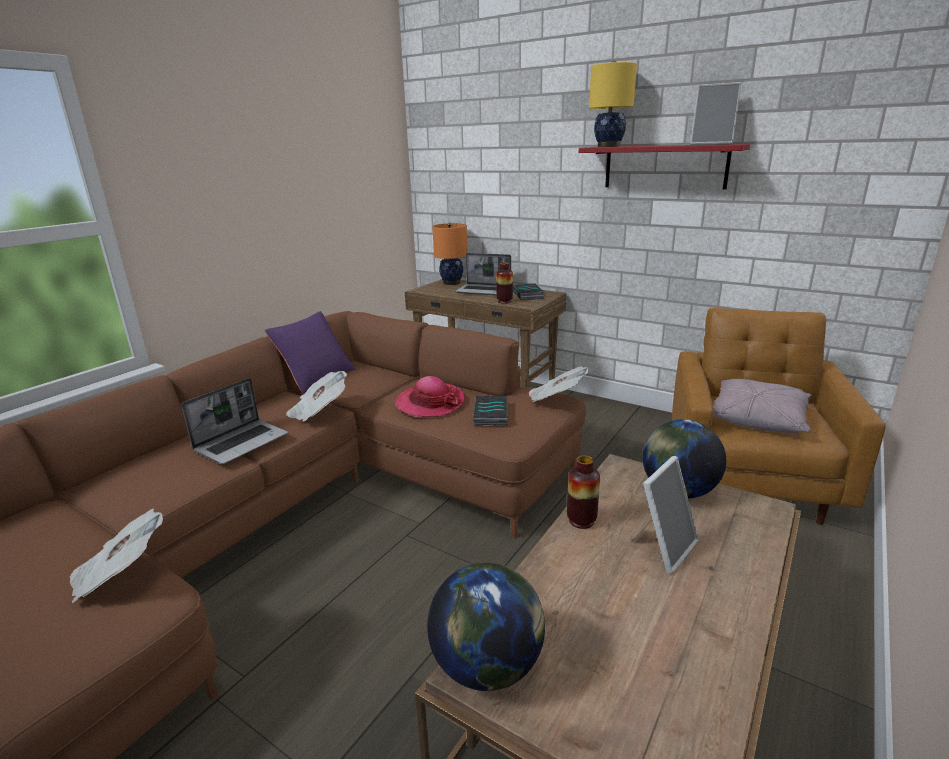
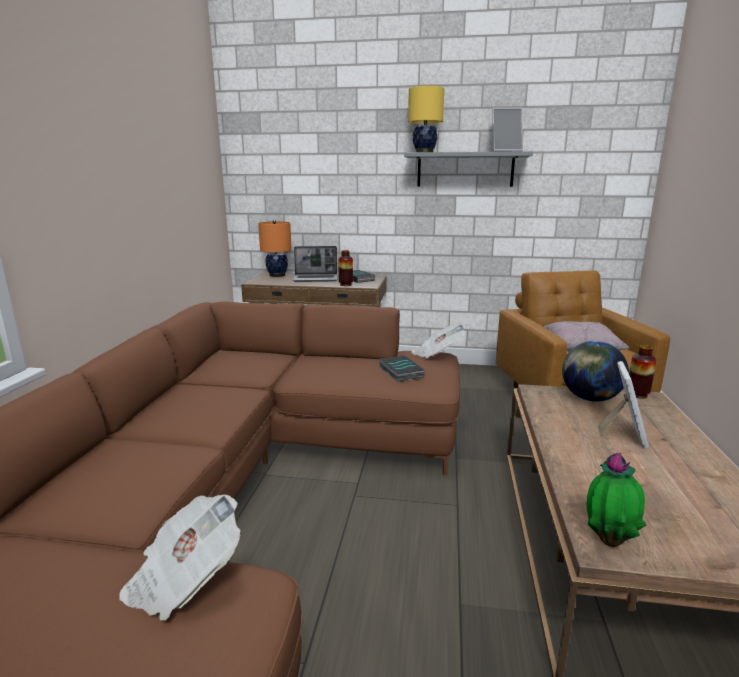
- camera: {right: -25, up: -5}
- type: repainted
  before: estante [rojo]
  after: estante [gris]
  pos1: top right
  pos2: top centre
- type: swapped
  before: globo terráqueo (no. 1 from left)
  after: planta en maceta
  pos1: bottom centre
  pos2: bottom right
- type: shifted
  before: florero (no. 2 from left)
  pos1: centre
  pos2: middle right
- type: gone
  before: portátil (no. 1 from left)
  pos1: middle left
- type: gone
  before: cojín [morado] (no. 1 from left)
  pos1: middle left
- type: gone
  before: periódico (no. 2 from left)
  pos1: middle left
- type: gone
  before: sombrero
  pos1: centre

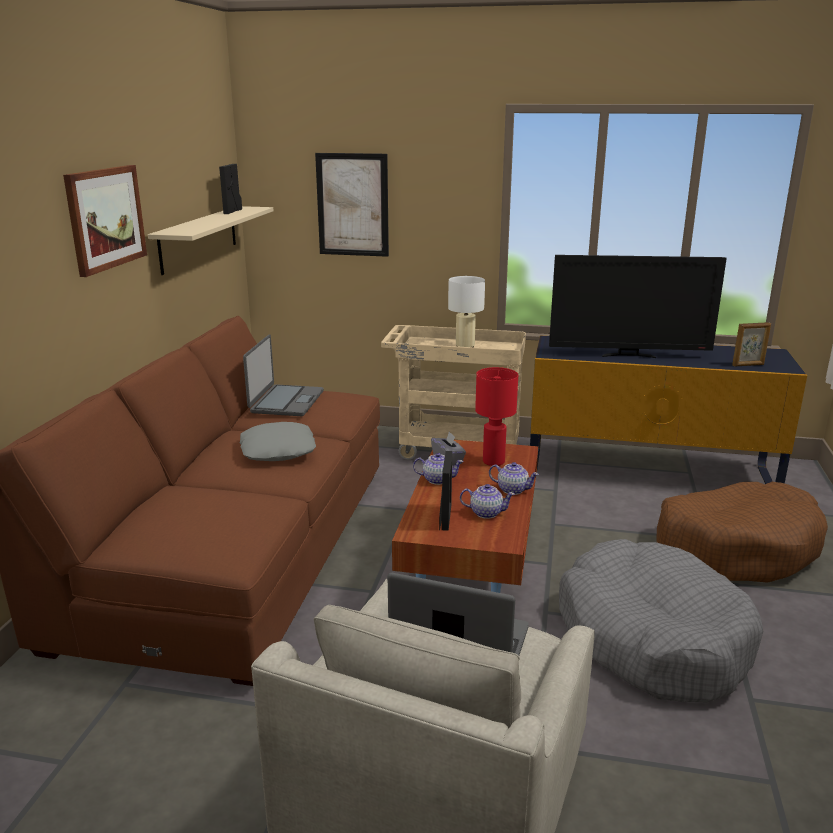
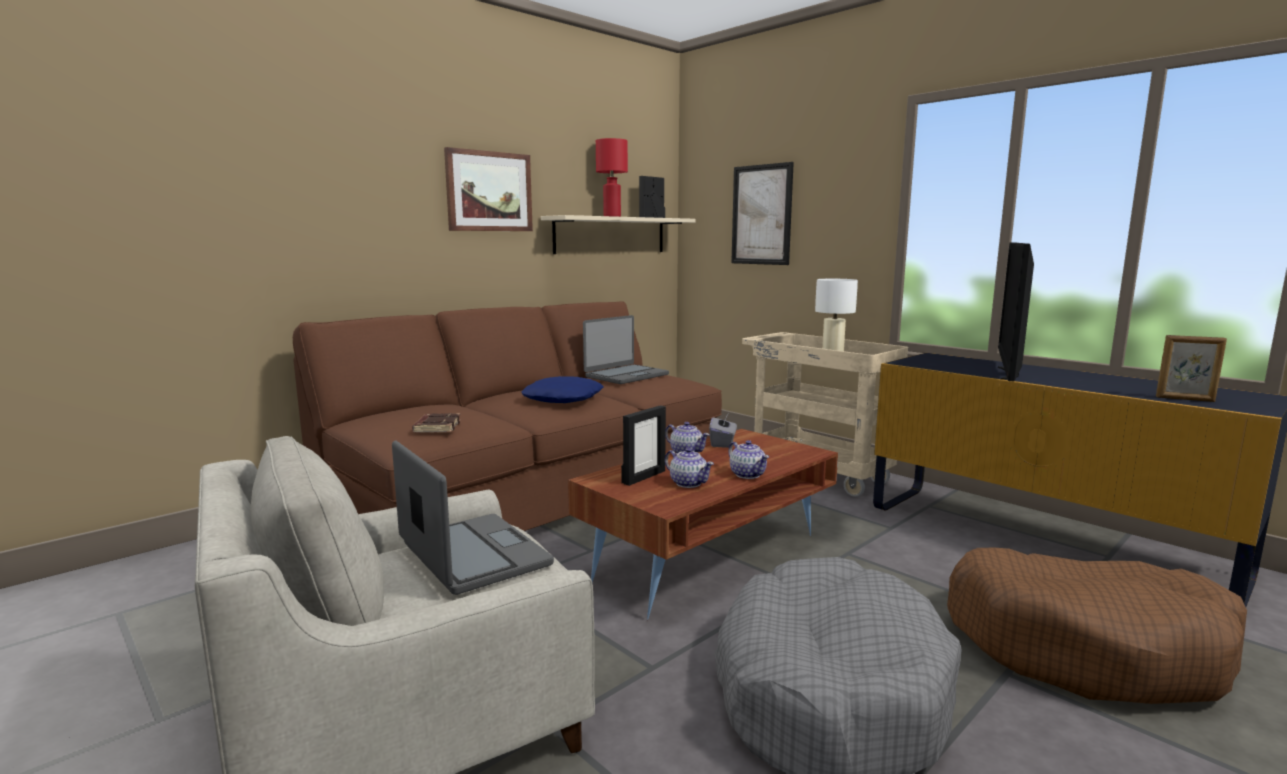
- camera: {right: 35, up: -10}
- type: new
  after: libro [marrón]
  pos2: centre
- type: repainted
  before: cojín [gris]
  after: cojín [azul]
  pos1: centre
  pos2: centre
- type: shifted
  before: lámpara de mesa [rojo]
  pos1: centre
  pos2: top centre
- type: rotated
  before: televisor
  pos1: middle right
  pos2: middle right
  turn: 75

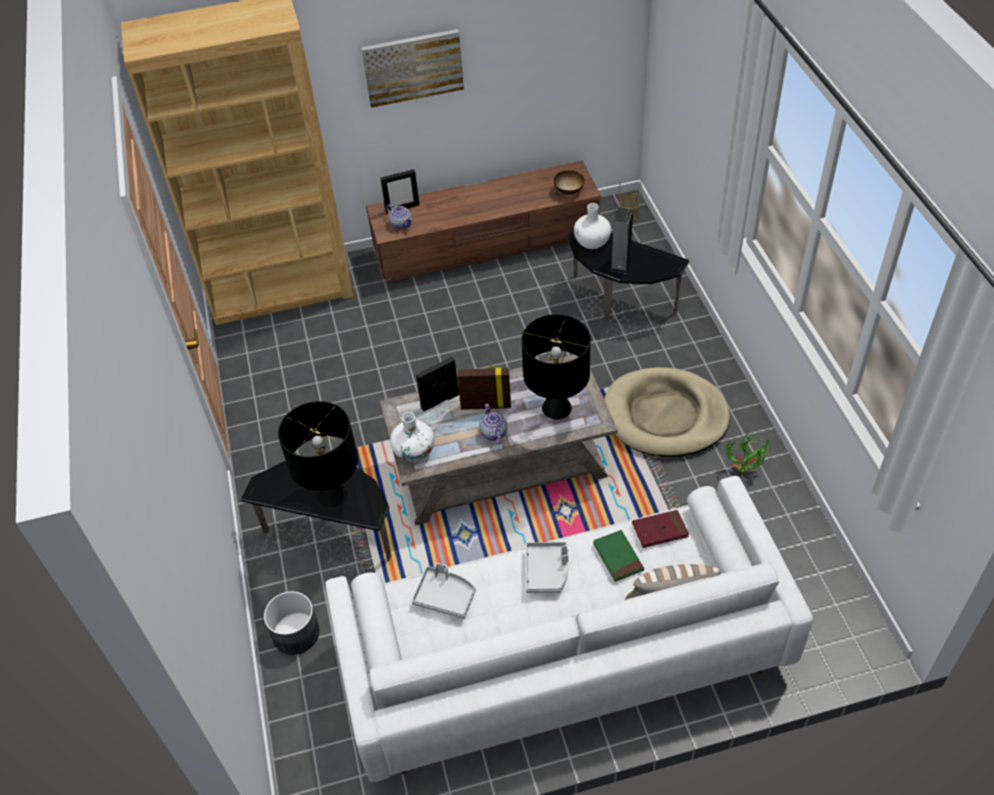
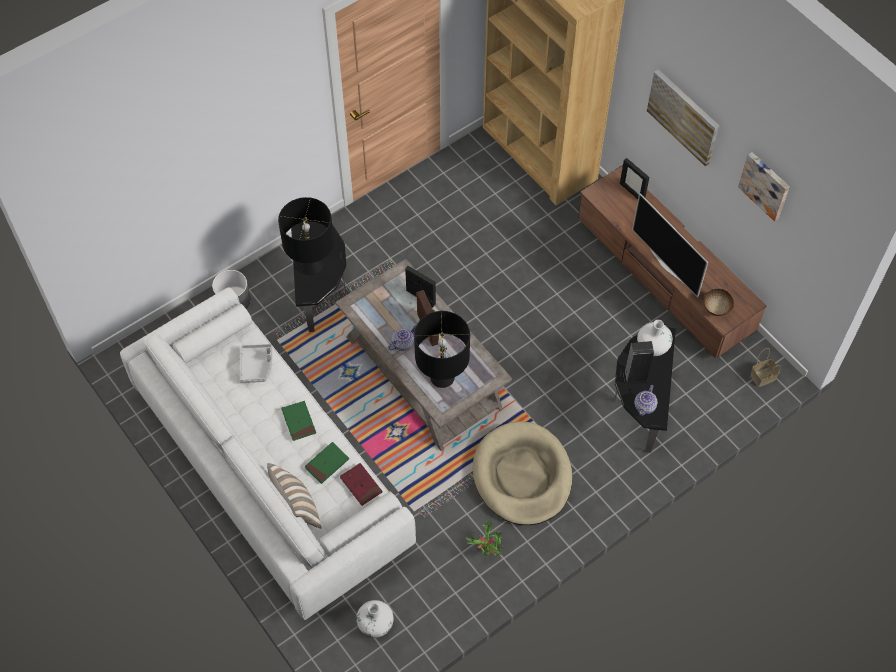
- camera: {right: 65, up: 10}
- type: swapped
  before: bandeja [gris] (no. 2 from left)
  after: libro [verde] (no. 1 from left)
  pos1: bottom centre
  pos2: middle left
- type: shifted
  before: florero [blanco] (no. 1 from left)
  pos1: centre
  pos2: bottom centre
- type: new
  after: televisor
  pos2: middle right
- type: shifted
  before: tetera (no. 1 from left in the first image)
  after: tetera (no. 2 from left)
  pos1: top centre
  pos2: middle right
- type: new
  after: cuadro (no. 2 from left)
  pos2: top right

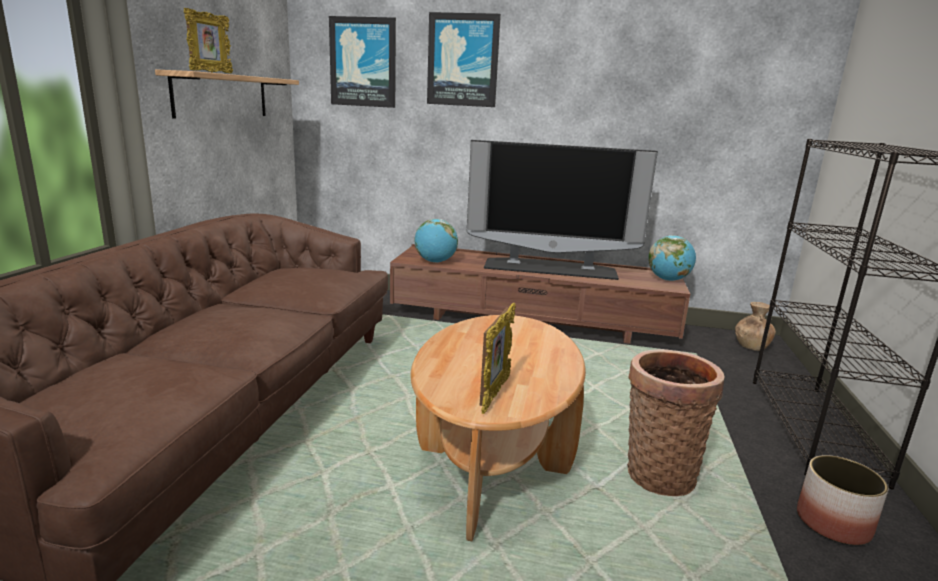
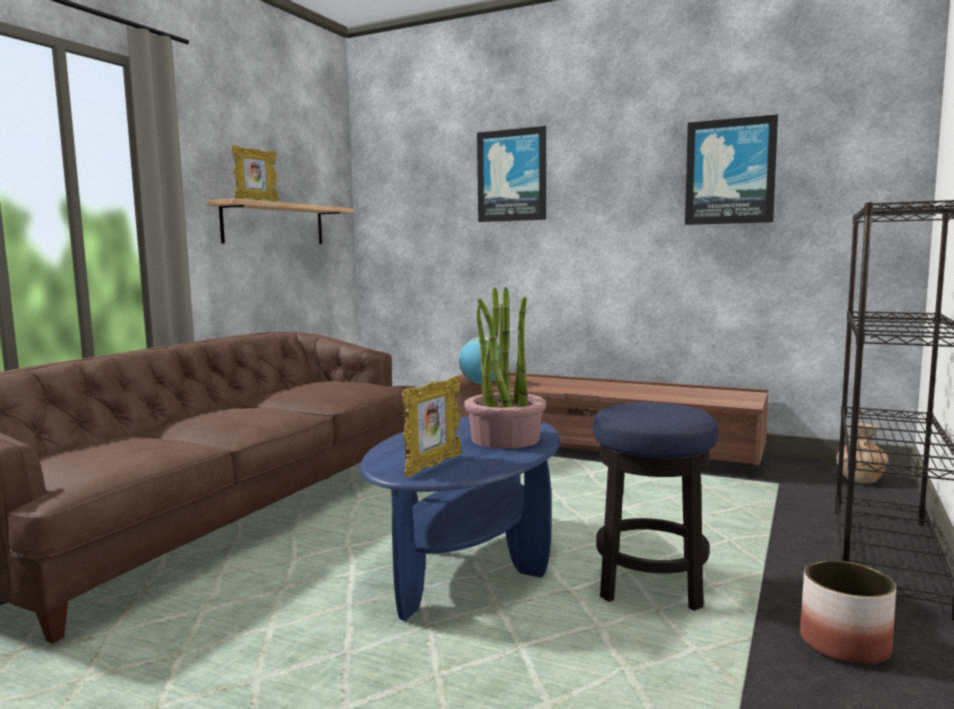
- camera: {right: 15, up: -10}
- type: repainted
  before: mesa de centro [marrón]
  after: mesa de centro [azul]
  pos1: bottom centre
  pos2: bottom centre
- type: new
  after: planta en maceta
  pos2: centre
- type: swapped
  before: cesta
  after: taburete
  pos1: bottom right
  pos2: bottom right
- type: shifted
  before: cuadro (no. 1 from left in the first image)
  after: cuadro (no. 2 from left)
  pos1: top centre
  pos2: top right
- type: gone
  before: televisor
  pos1: centre
- type: gone
  before: globo terráqueo (no. 2 from left)
  pos1: middle right

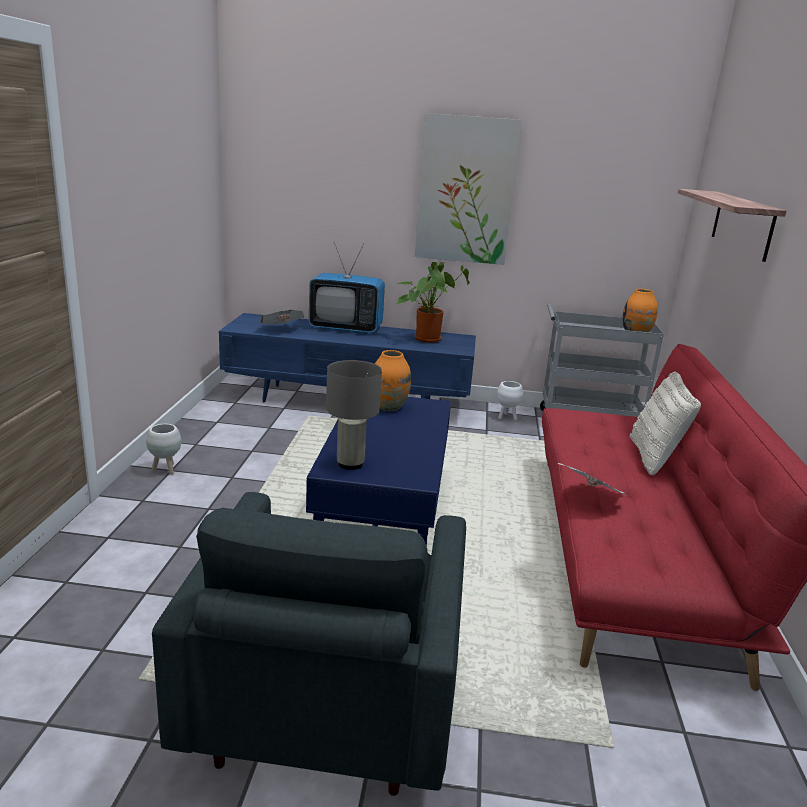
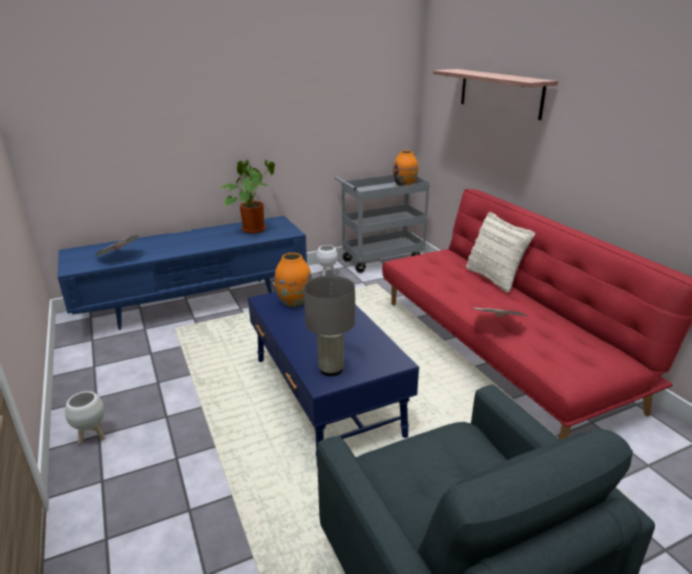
- camera: {right: -30, up: 5}
- type: gone
  before: televisor
  pos1: centre
- type: gone
  before: cuadro
  pos1: top centre

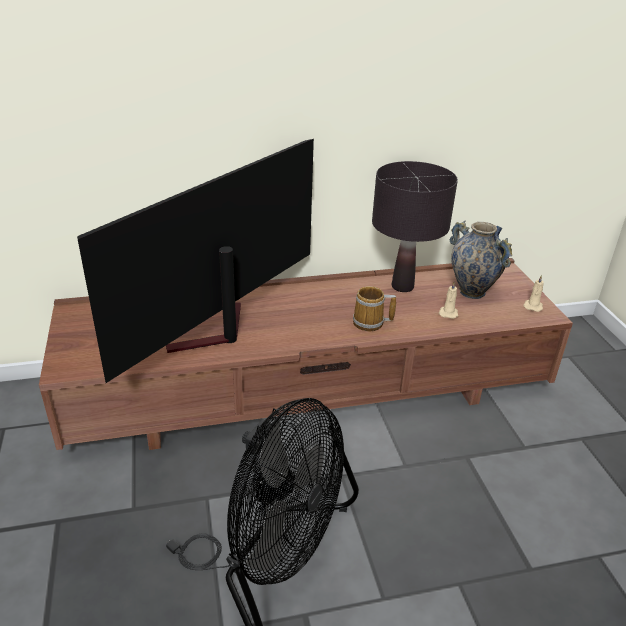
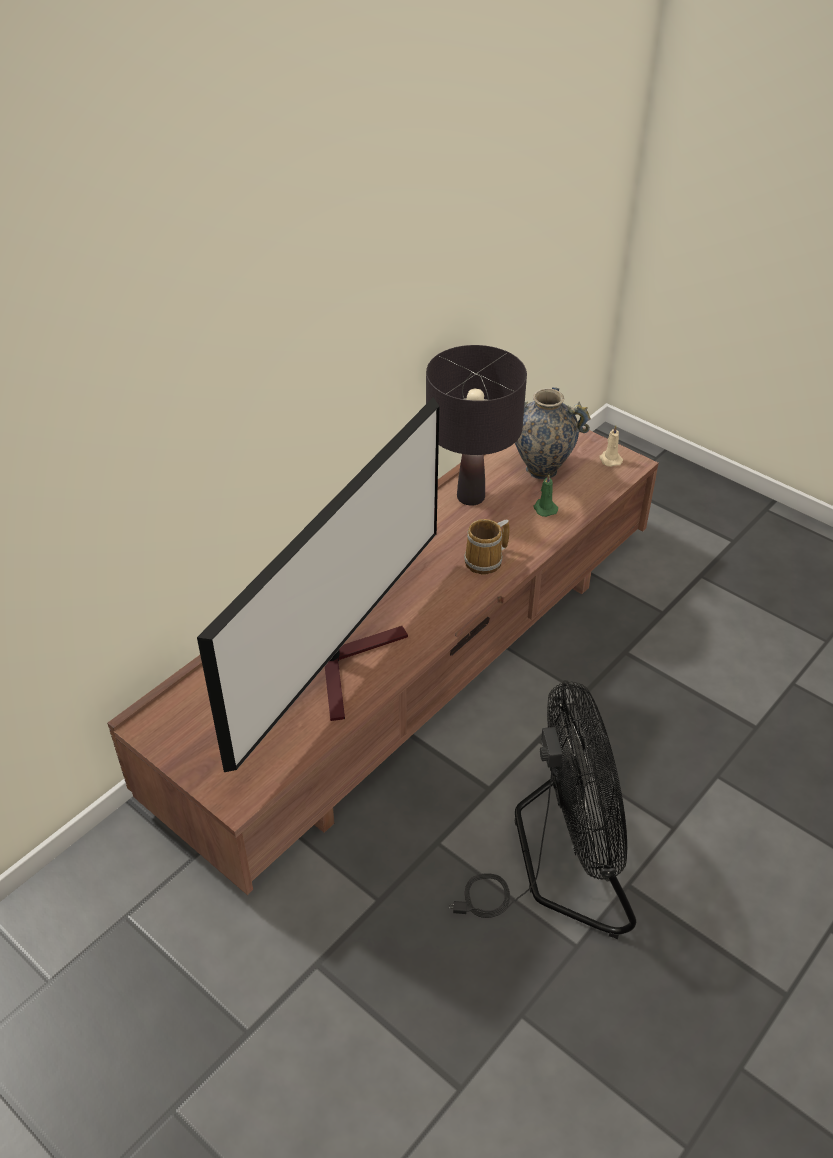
- camera: {right: -35, up: 10}
- type: rotated
  before: televisor
  pos1: middle left
  pos2: centre
  turn: -150
- type: repainted
  before: vela [beis] (no. 1 from left)
  after: vela [verde]
  pos1: middle right
  pos2: centre

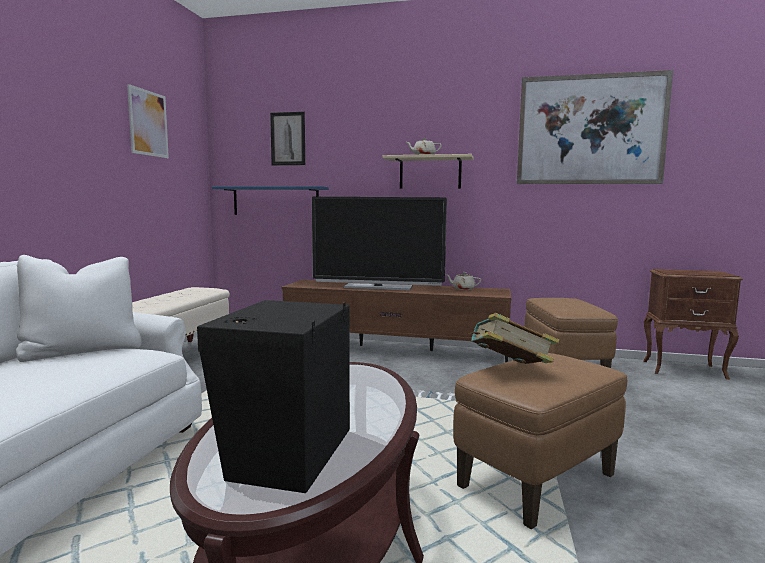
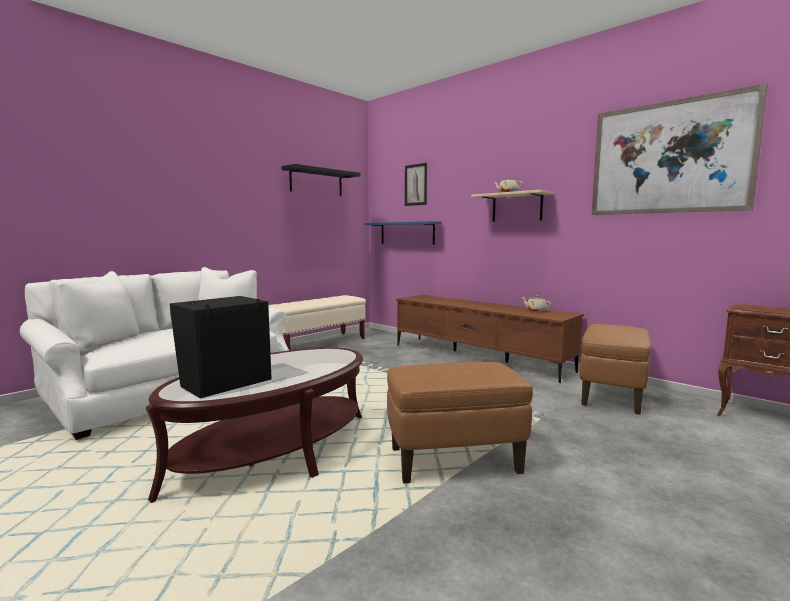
- camera: {right: 30, up: 0}
- type: swapped
  before: cuadro (no. 1 from left)
  after: estante [negro]
  pos1: top left
  pos2: top centre
- type: gone
  before: televisor
  pos1: centre
- type: gone
  before: libro
  pos1: middle right

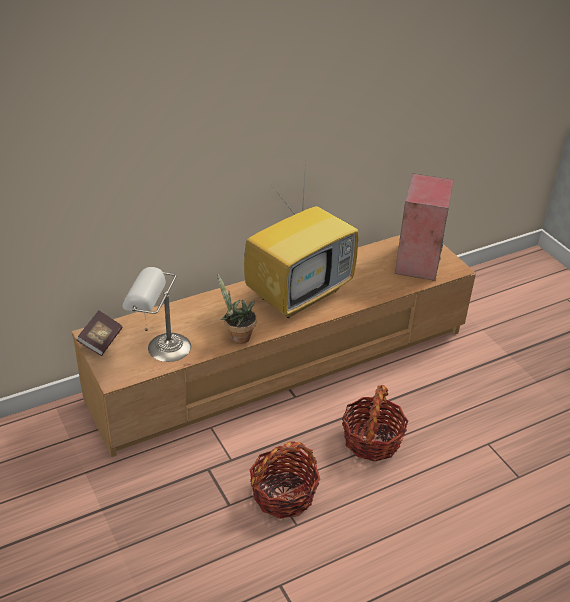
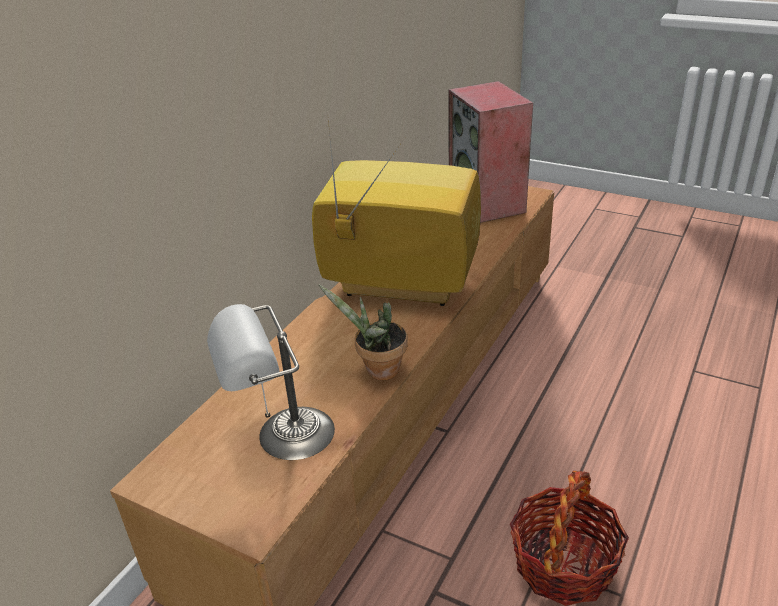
- camera: {right: -30, up: -5}
- type: rotated
  before: televisor
  pos1: centre
  pos2: centre
  turn: -90
- type: gone
  before: libro
  pos1: middle left
- type: gone
  before: cesta (no. 2 from left)
  pos1: bottom centre

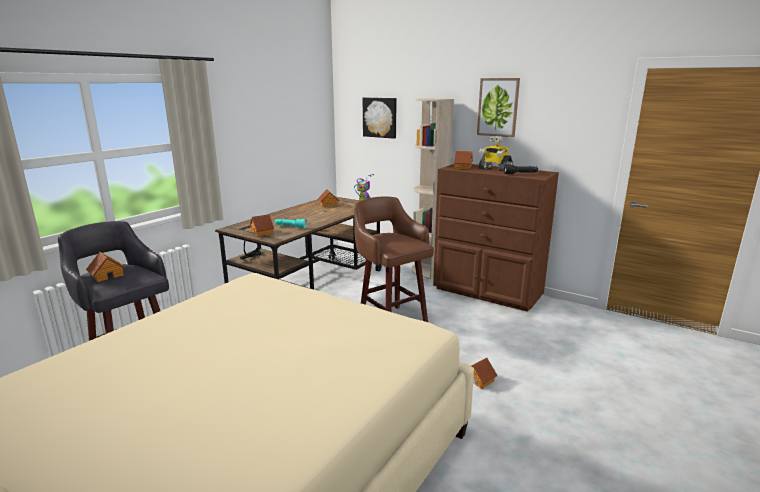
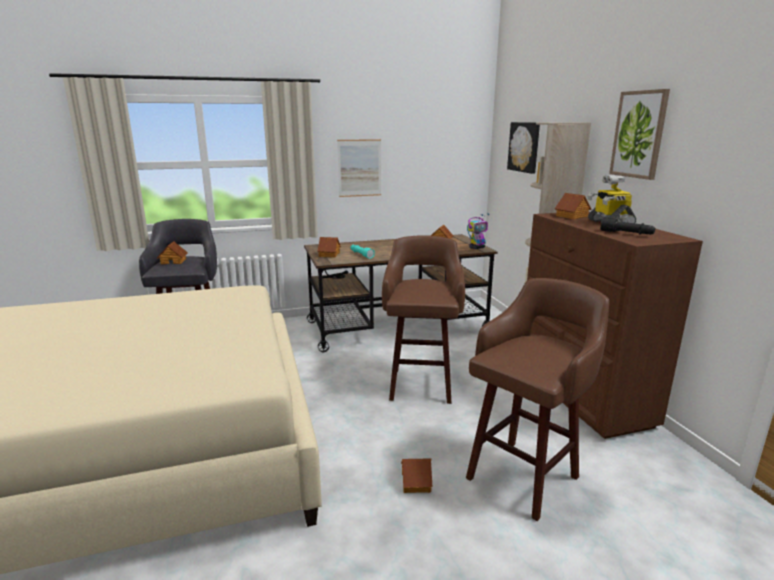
- camera: {right: 40, up: 0}
- type: new
  after: cuadro (no. 1 from left)
  pos2: top centre
- type: new
  after: taburete [marrón] (no. 2 from left)
  pos2: bottom right

